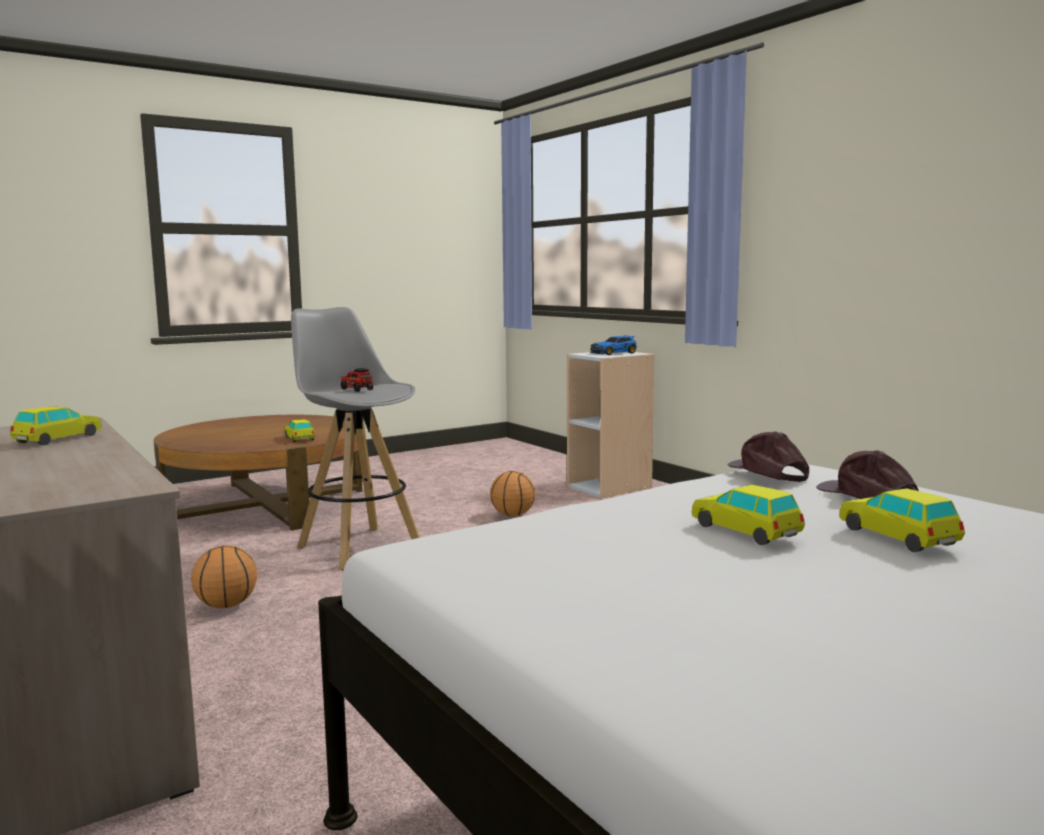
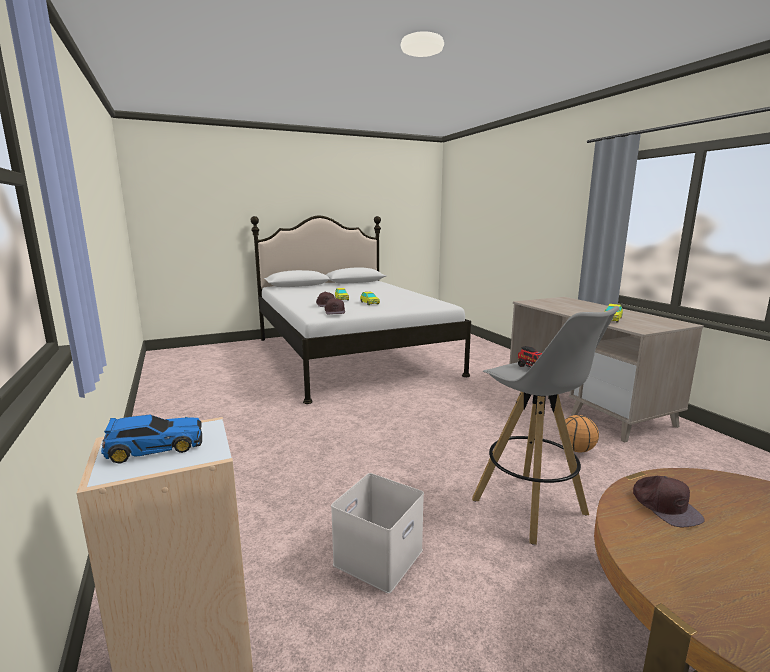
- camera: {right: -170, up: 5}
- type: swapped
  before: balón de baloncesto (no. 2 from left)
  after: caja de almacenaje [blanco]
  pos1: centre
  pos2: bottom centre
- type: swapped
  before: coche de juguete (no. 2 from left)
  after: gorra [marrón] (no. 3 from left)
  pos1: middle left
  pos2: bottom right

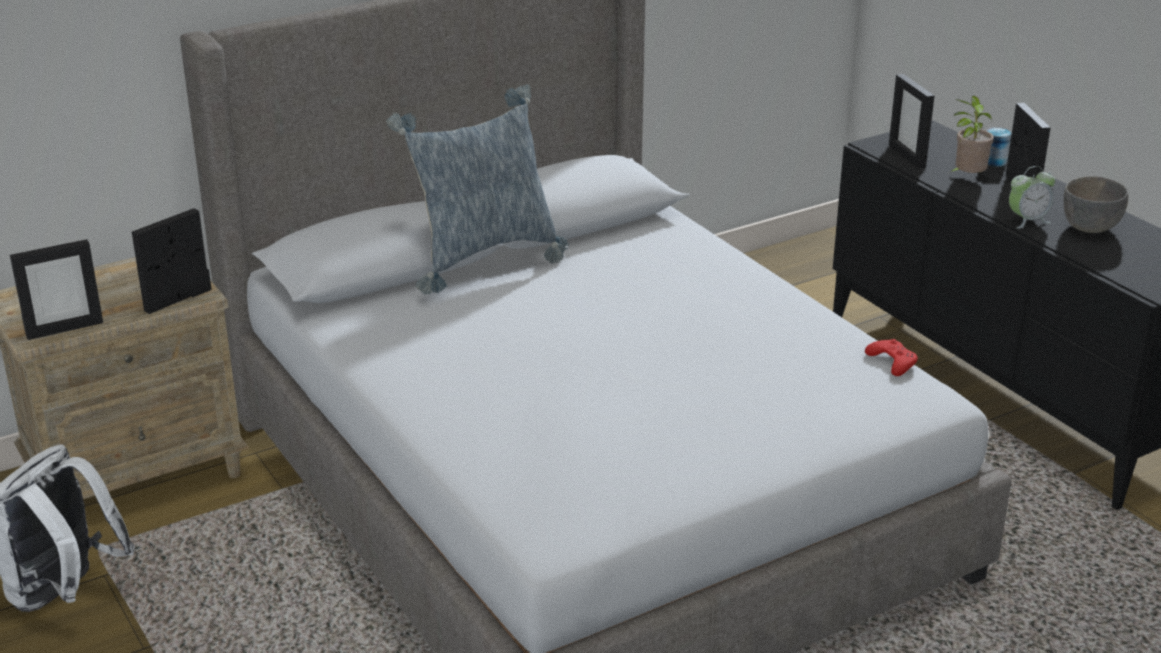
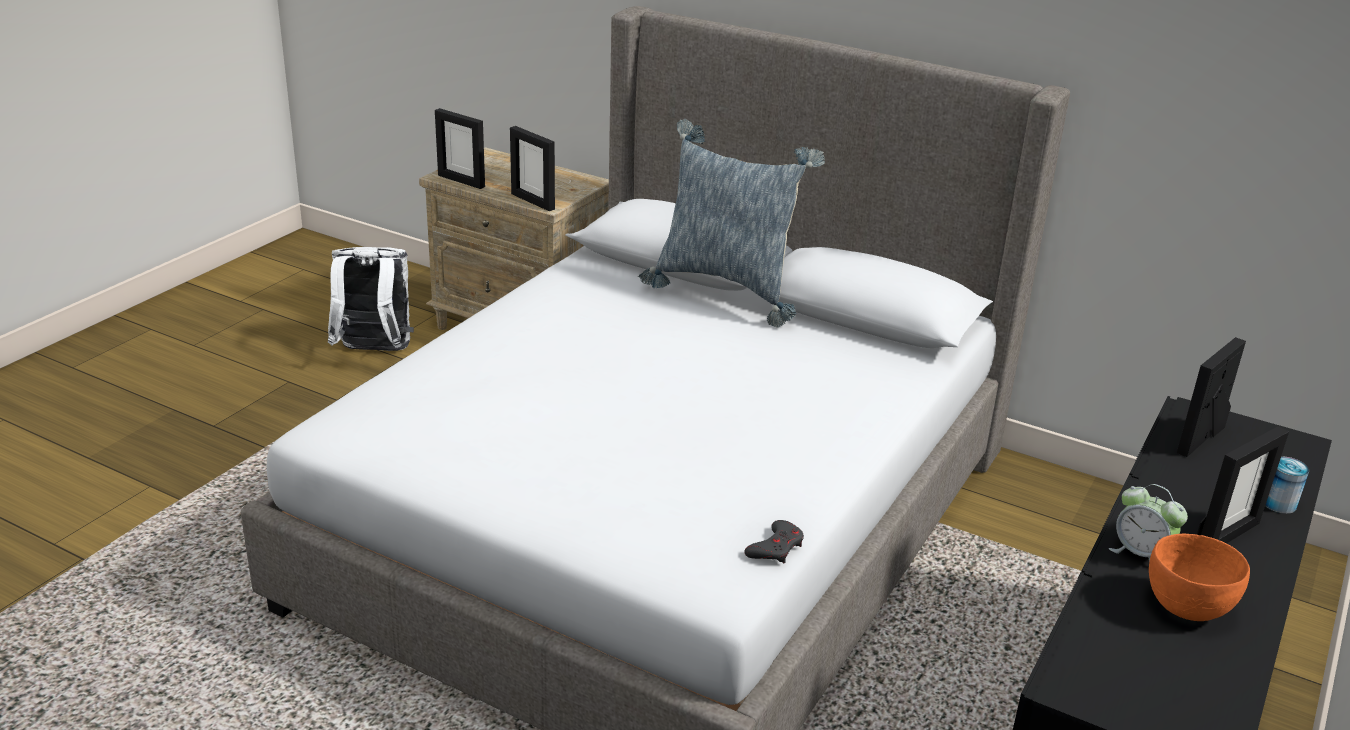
- camera: {right: 60, up: 0}
- type: rotated
  before: portarretratos (no. 2 from left)
  pos1: middle left
  pos2: top centre
  turn: -150
- type: repainted
  before: mando de consola [rojo]
  after: mando de consola [gris]
  pos1: middle right
  pos2: bottom centre
- type: repainted
  before: cuenco [gris]
  after: cuenco [naranja]
  pos1: top right
  pos2: bottom right
- type: gone
  before: planta en maceta
  pos1: top right

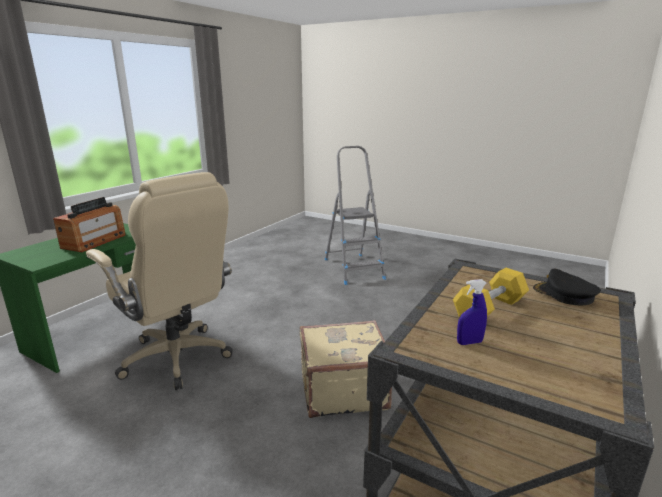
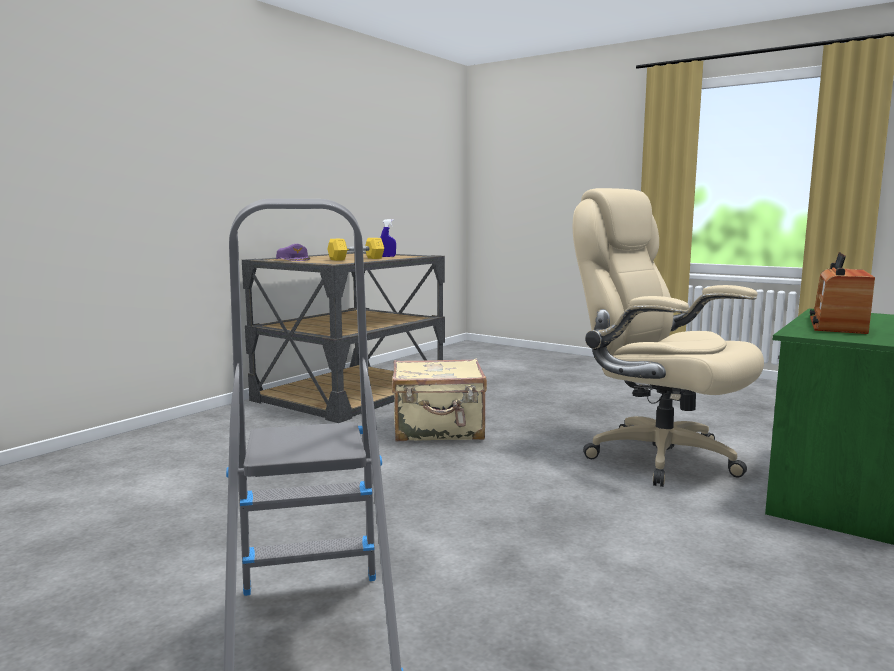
- camera: {right: -175, up: -10}
- type: repainted
  before: gorra [negro]
  after: gorra [morado]
  pos1: middle right
  pos2: middle left

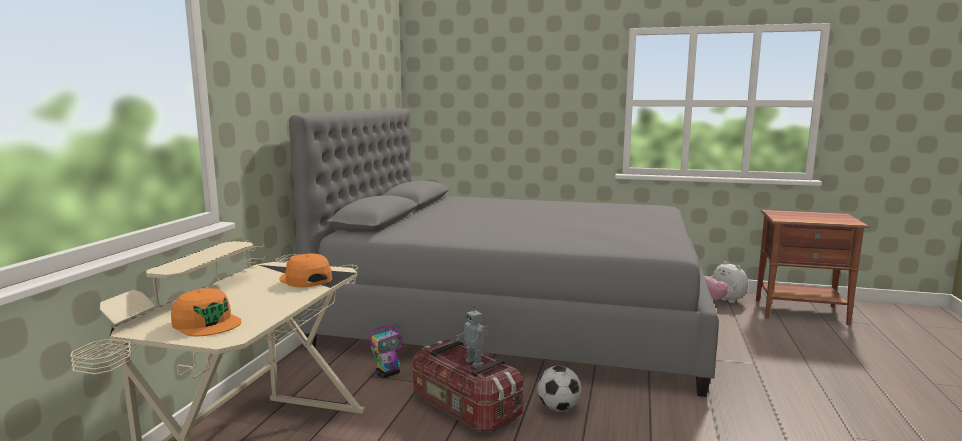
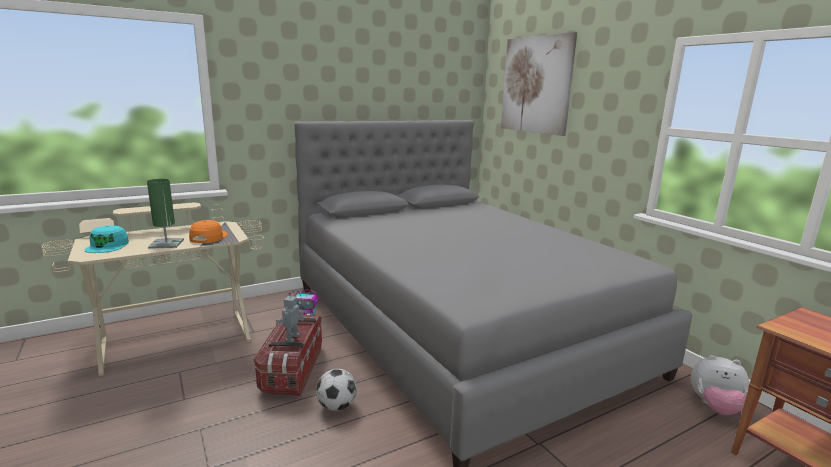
- camera: {right: 45, up: 5}
- type: repainted
  before: gorra [naranja] (no. 1 from left)
  after: gorra [turquesa]
  pos1: bottom left
  pos2: middle left
- type: new
  after: lámpara de mesa [verde]
  pos2: middle left
- type: new
  after: cuadro
  pos2: top centre
- type: rotated
  before: peluche
  pos1: middle right
  pos2: bottom right
  turn: -90

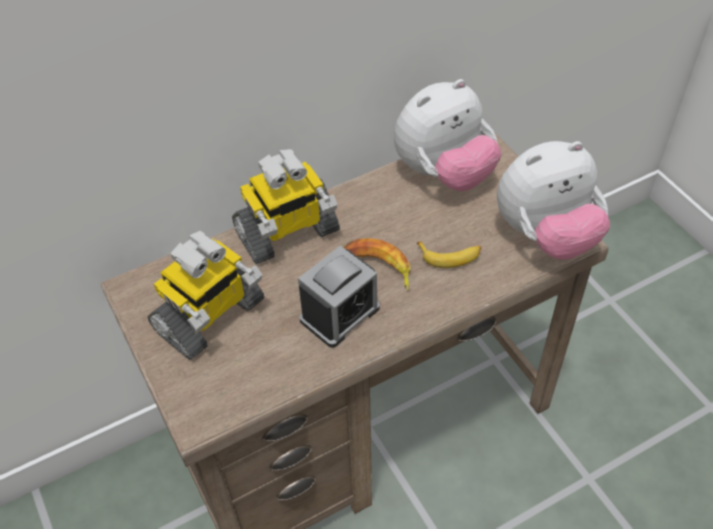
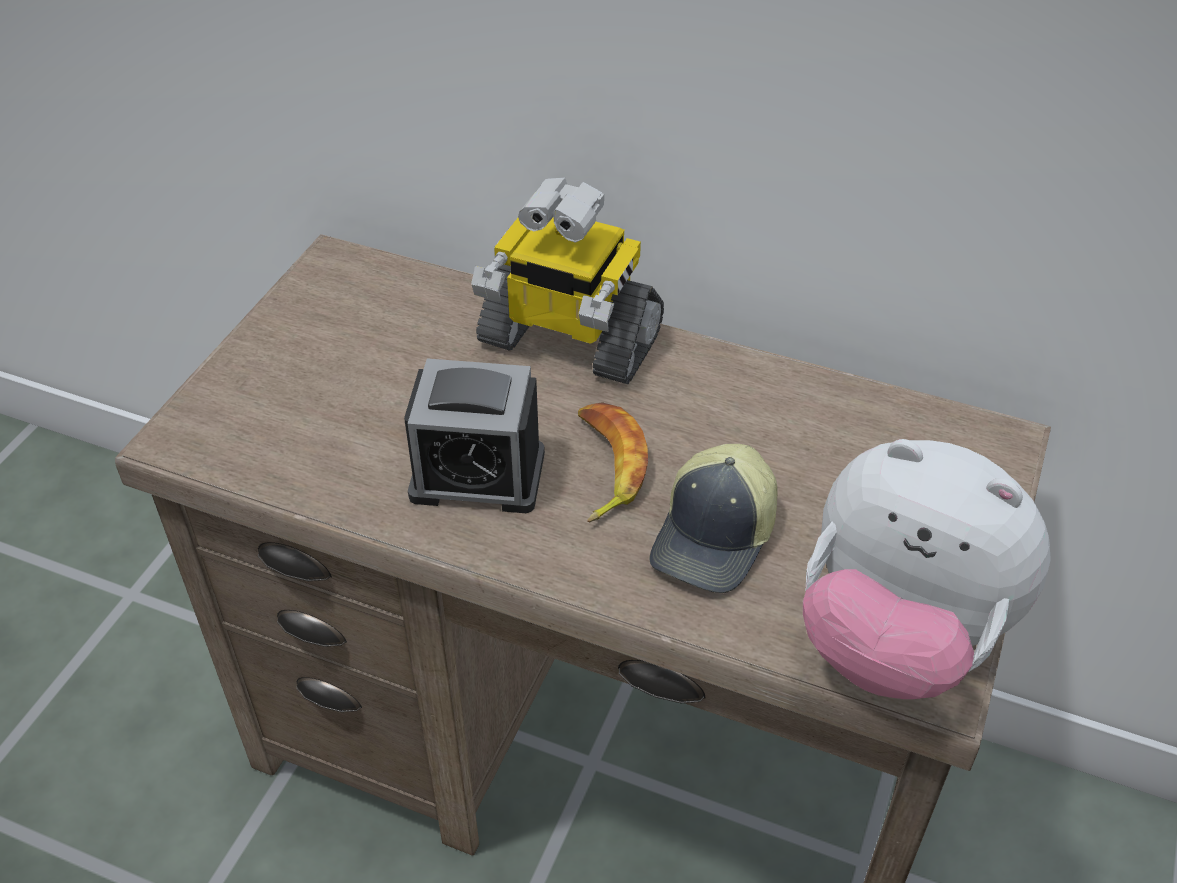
- camera: {right: 50, up: -5}
- type: swapped
  before: plátano (no. 2 from left)
  after: gorra
  pos1: centre
  pos2: centre
- type: gone
  before: robot de juguete (no. 1 from left)
  pos1: middle left
- type: gone
  before: peluche (no. 1 from left)
  pos1: top centre

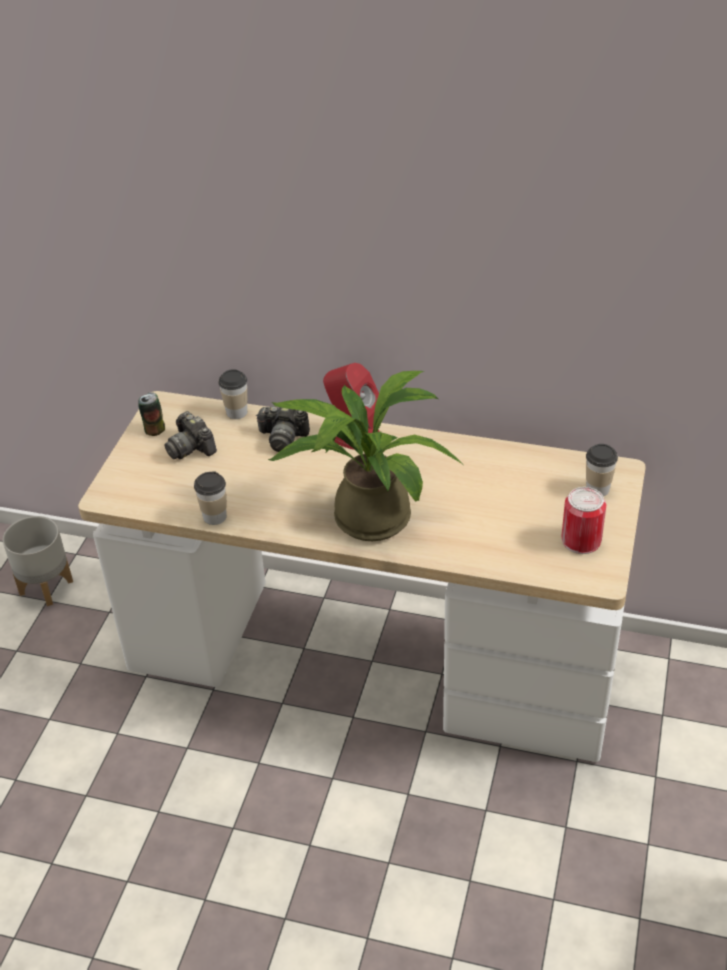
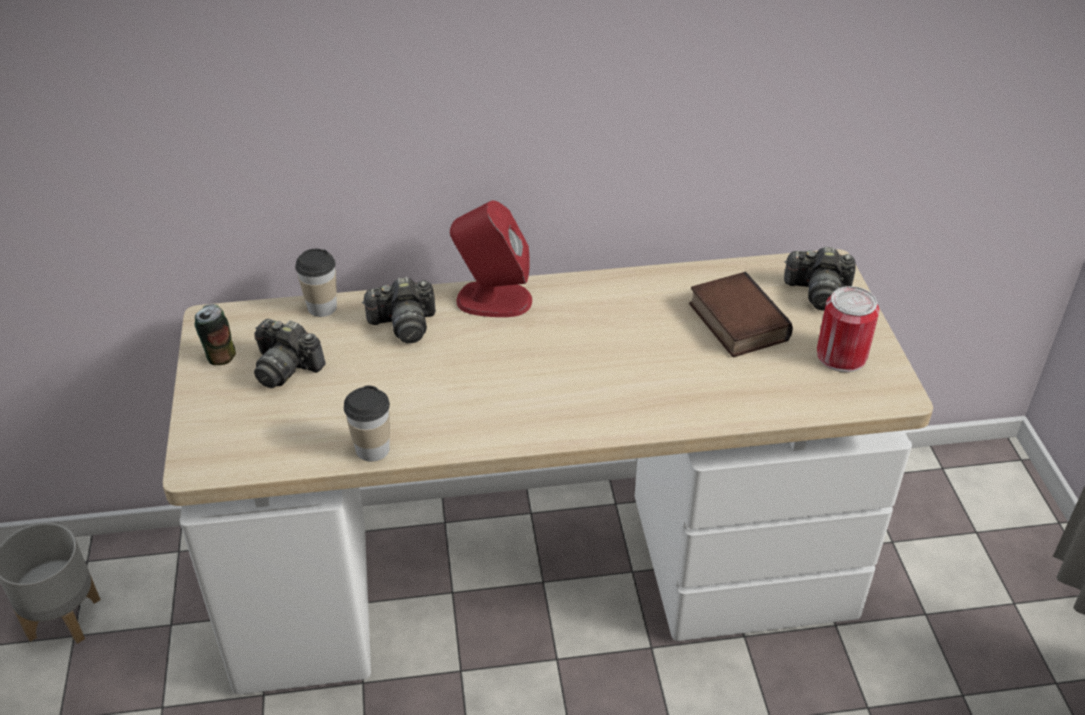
- camera: {right: -25, up: 0}
- type: new
  after: libro
  pos2: middle right
- type: swapped
  before: taza (no. 3 from left)
  after: cámara (no. 3 from left)
  pos1: middle right
  pos2: middle right
- type: gone
  before: planta en maceta
  pos1: centre

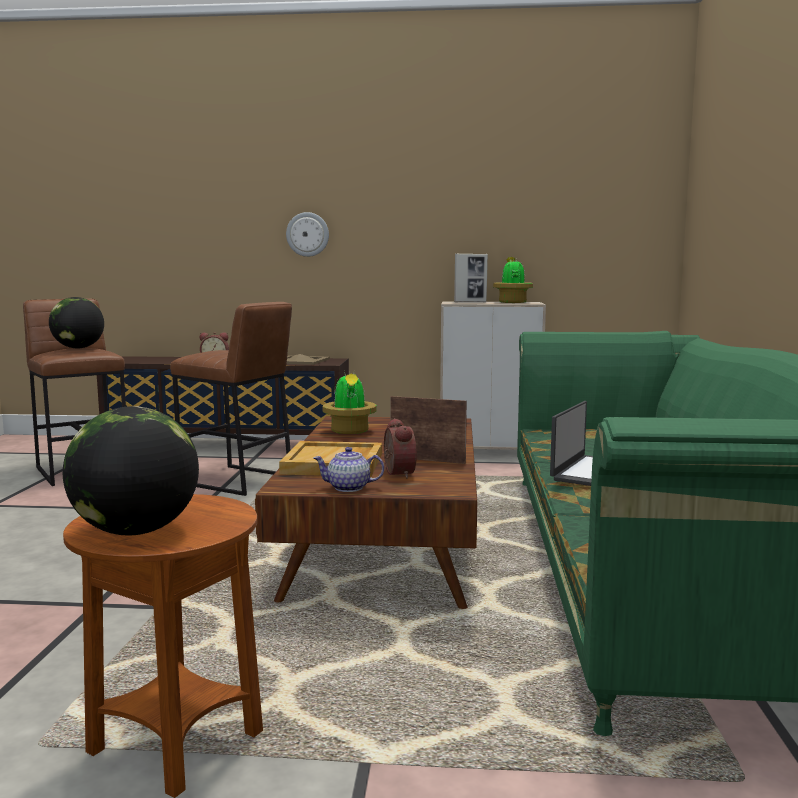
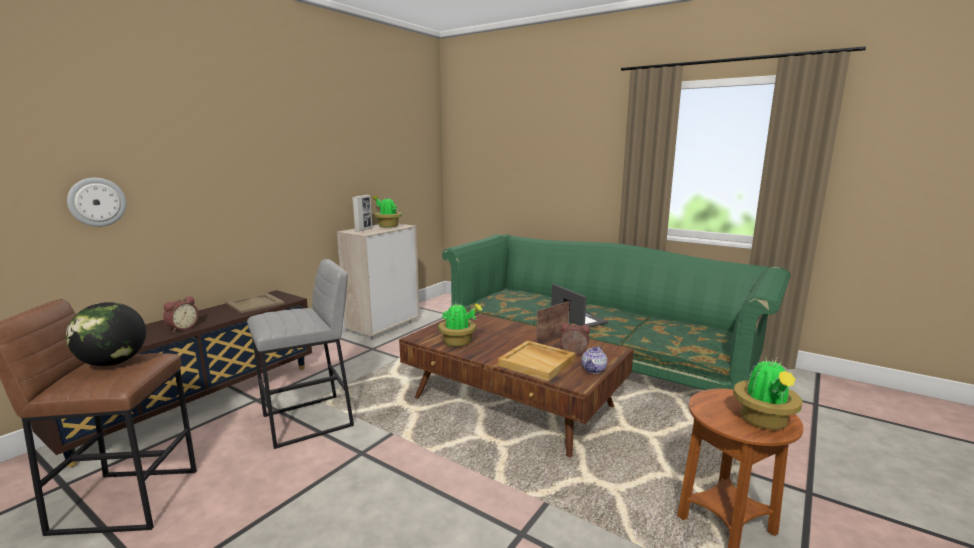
- camera: {right: -60, up: 5}
- type: shifted
  before: reloj de pared
  pos1: top centre
  pos2: middle left
- type: repainted
  before: taburete [marrón] (no. 2 from left)
  after: taburete [gris]
  pos1: middle left
  pos2: middle left
- type: swapped
  before: globo terráqueo (no. 2 from left)
  after: planta en maceta (no. 3 from left)
  pos1: middle left
  pos2: bottom right

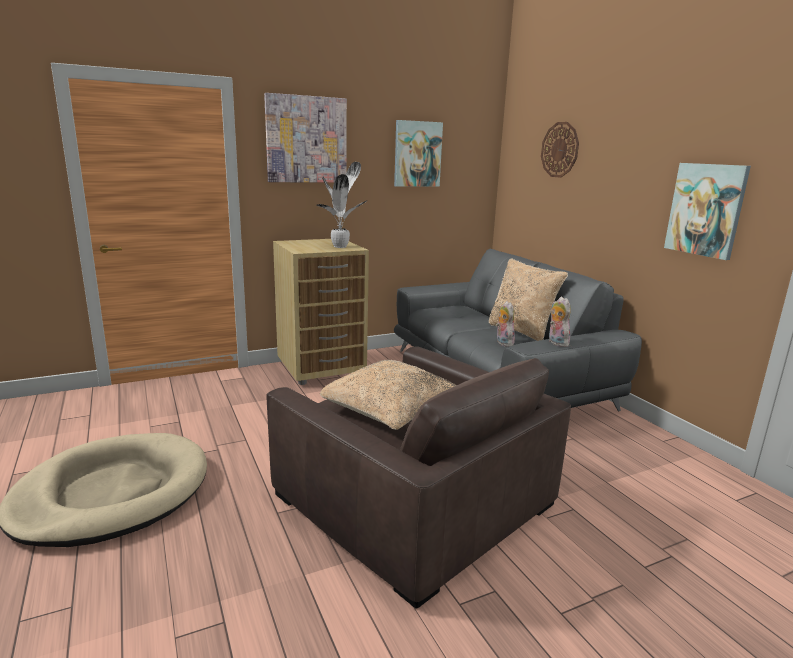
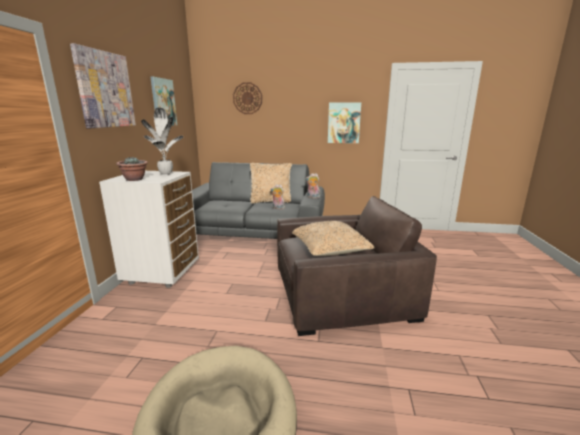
- camera: {right: -55, up: 0}
- type: repainted
  before: cómoda [marrón]
  after: cómoda [blanco]
  pos1: centre
  pos2: middle left
- type: new
  after: planta en maceta (no. 1 from left)
  pos2: middle left

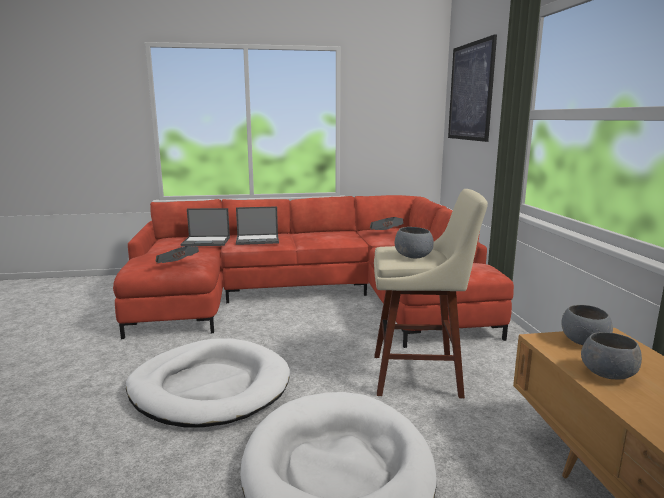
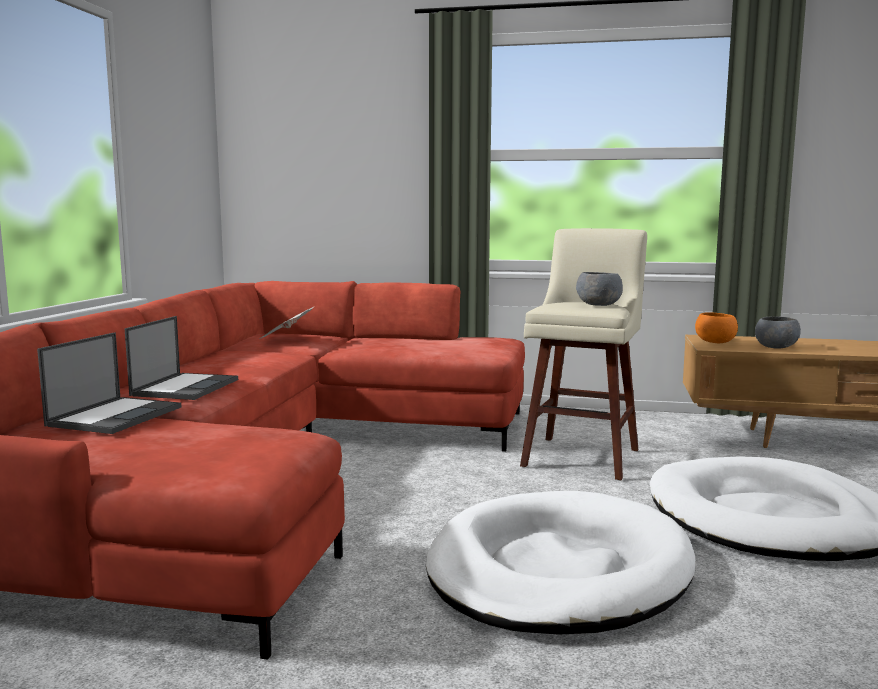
- camera: {right: -70, up: -5}
- type: repainted
  before: cuenco [gris] (no. 2 from left)
  after: cuenco [naranja]
  pos1: middle right
  pos2: middle right
- type: gone
  before: periódico (no. 1 from left)
  pos1: middle left
- type: gone
  before: cuadro
  pos1: top right

